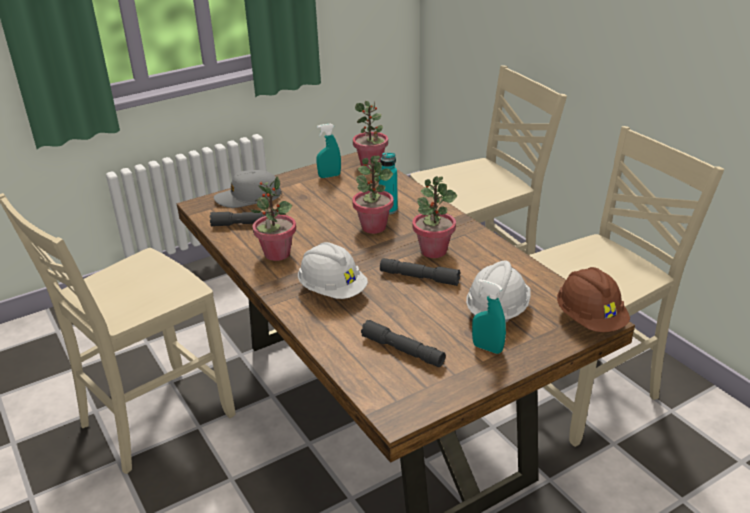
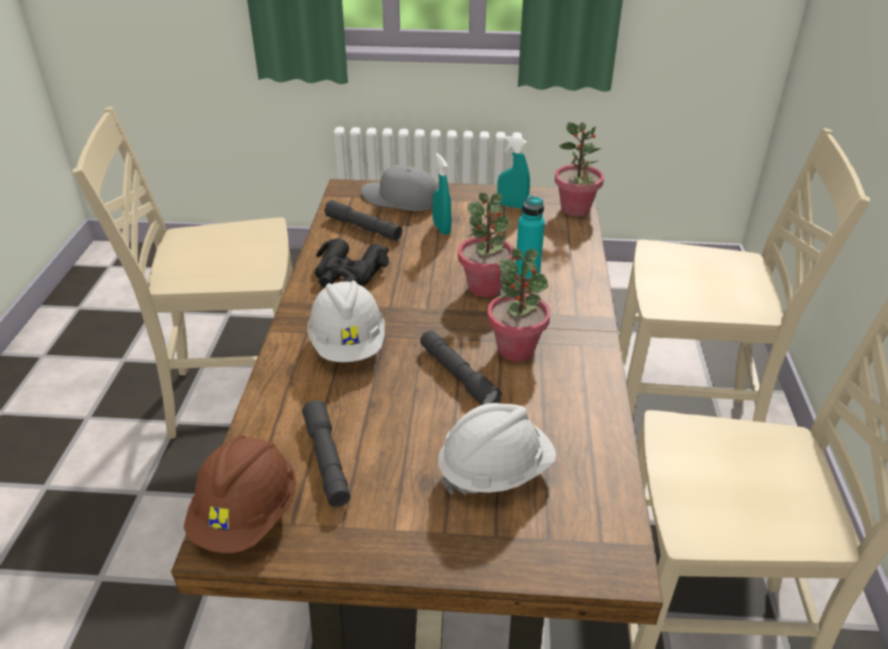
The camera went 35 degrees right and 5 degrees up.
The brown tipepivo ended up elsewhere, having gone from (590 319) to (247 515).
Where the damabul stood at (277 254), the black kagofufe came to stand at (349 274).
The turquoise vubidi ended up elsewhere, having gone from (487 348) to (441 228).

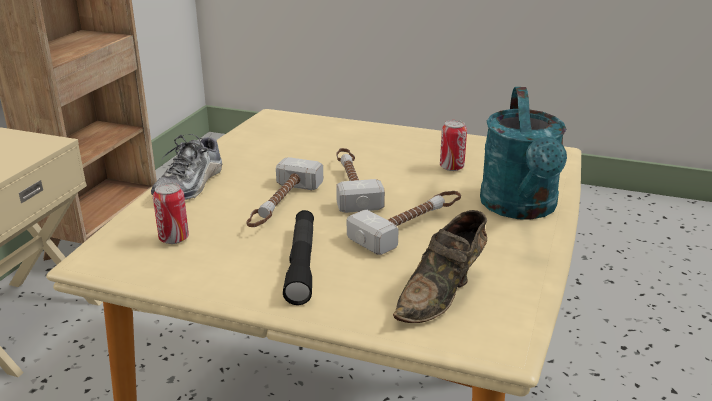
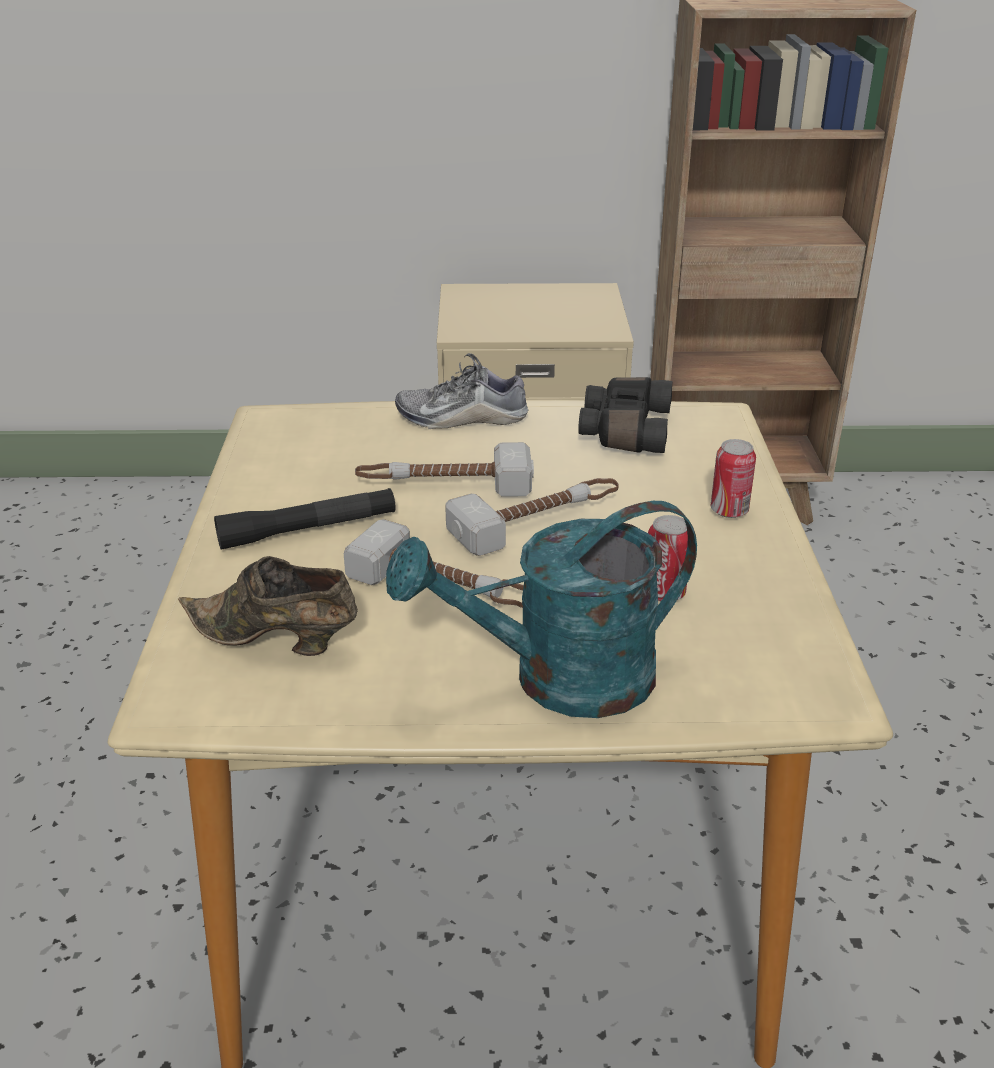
The camera went 70 degrees right and 5 degrees up.
The second view gained the black kagofufe at (623 431).
The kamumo ended up elsewhere, having gone from (174 239) to (729 511).

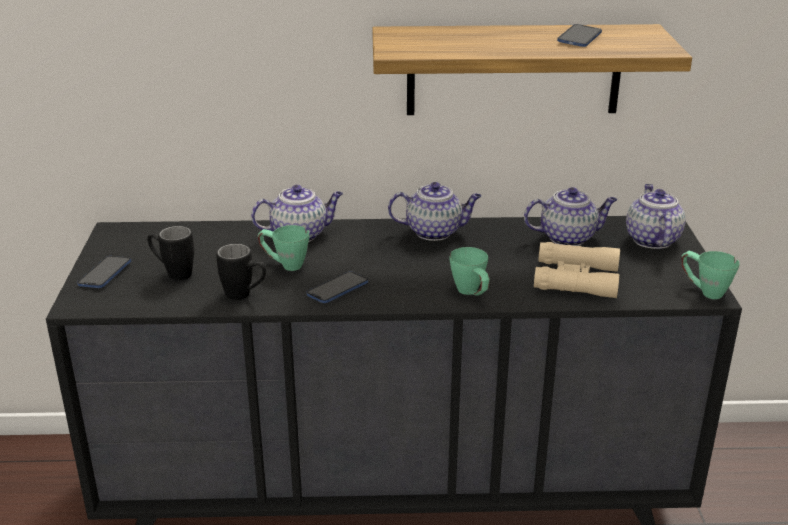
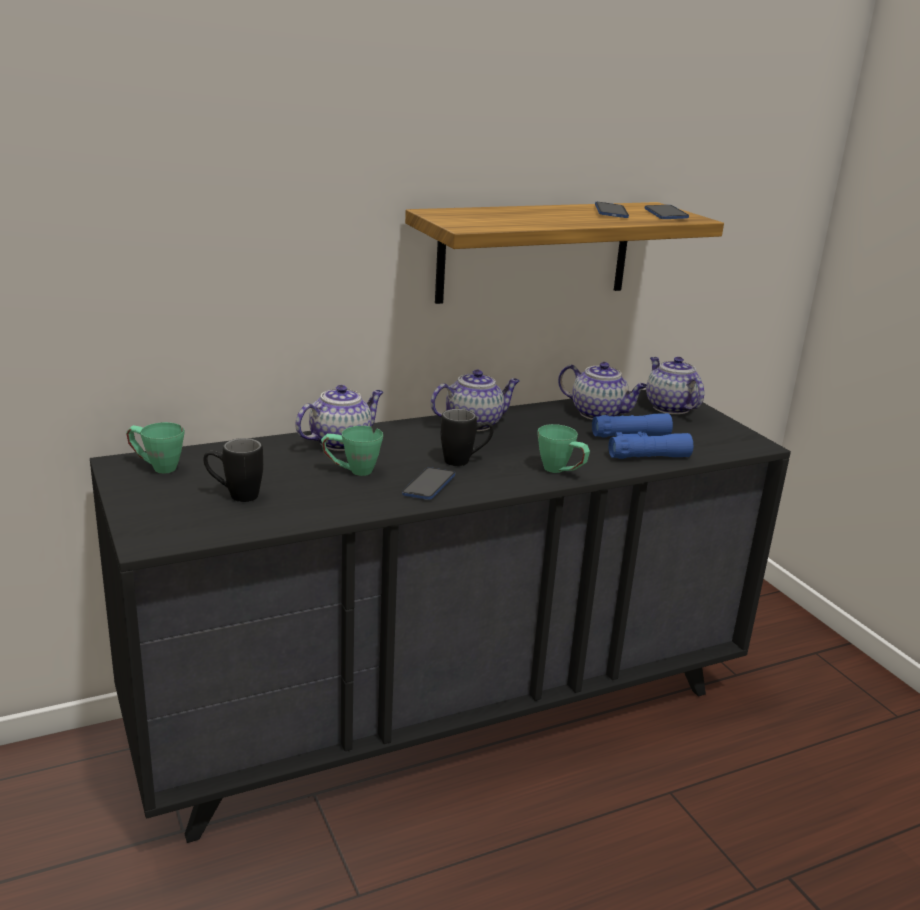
The camera went 25 degrees left and 5 degrees down.
The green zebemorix ended up elsewhere, having gone from (703 291) to (156 467).
The black zebemorix ended up elsewhere, having gone from (245 295) to (465 461).
The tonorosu at (568 237) ended up facing another way, 60 degrees clockwise from before.
What was the beige kagofufe at (576 278) turned into the blue kagofufe at (639 446).
The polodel ended up elsewhere, having gone from (105 273) to (665 214).

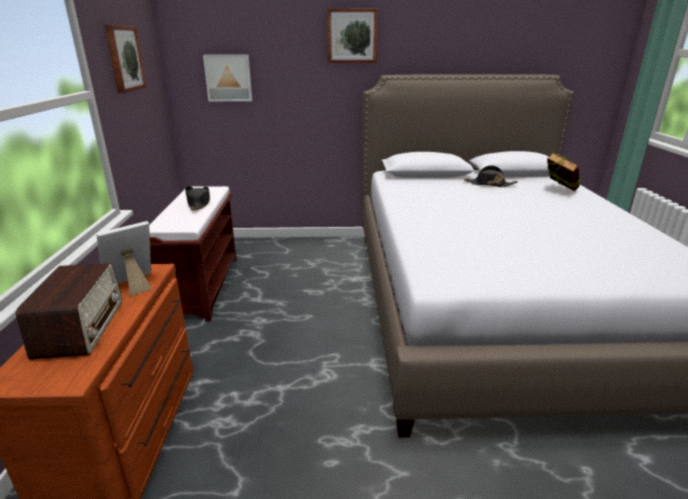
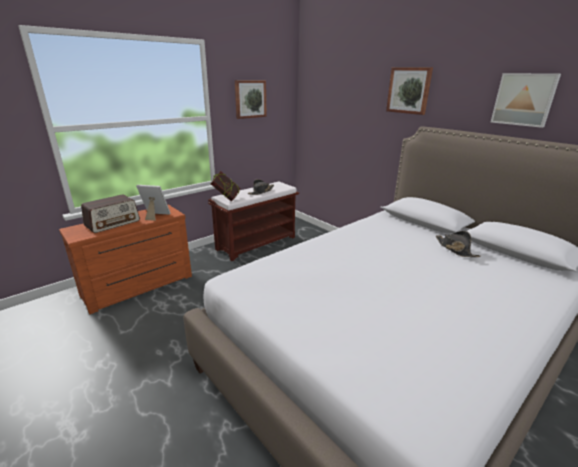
The camera went 50 degrees right and 0 degrees up.
The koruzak ended up elsewhere, having gone from (559 191) to (226 198).
The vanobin ended up elsewhere, having gone from (228 78) to (524 99).

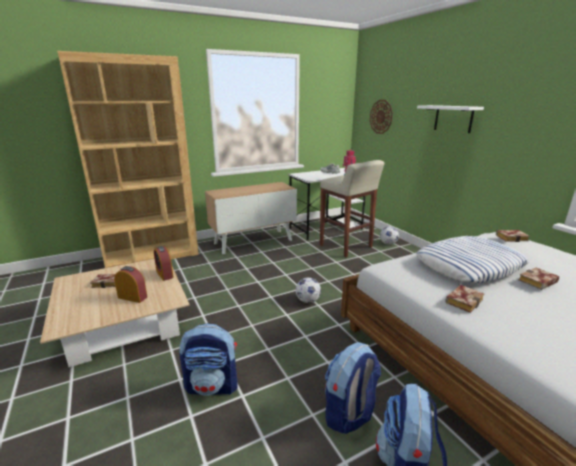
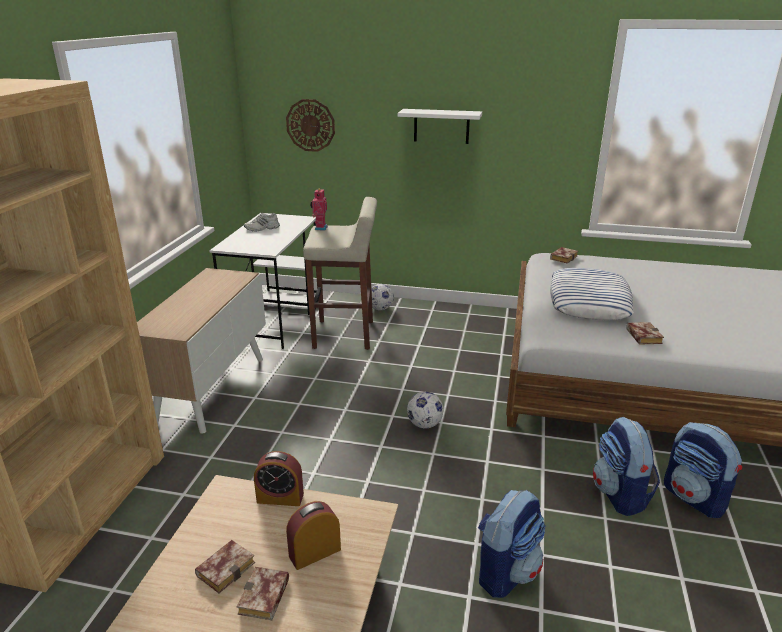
The camera went 50 degrees left and 5 degrees up.
The koruzak ended up elsewhere, having gone from (538 282) to (265 599).

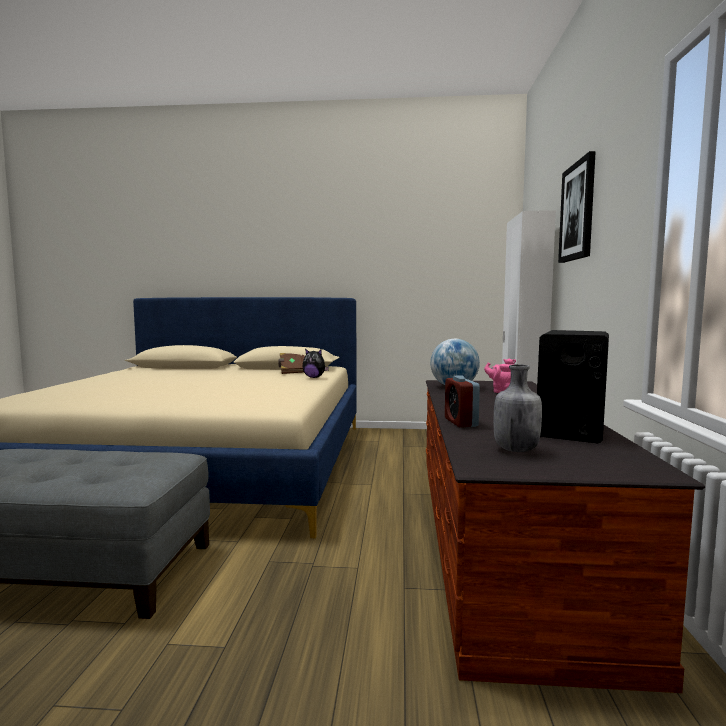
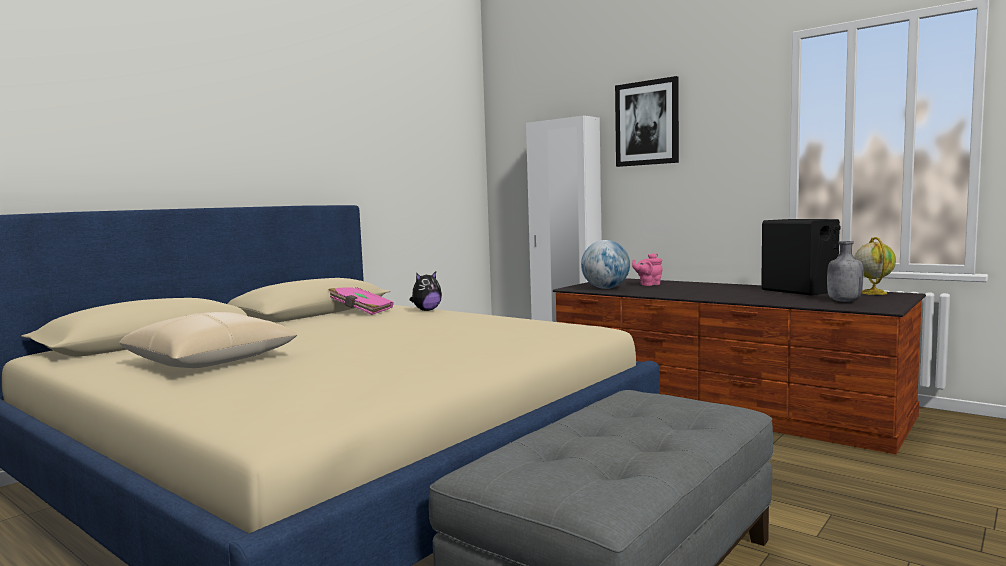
The camera went 55 degrees left and 0 degrees up.
The second view gained the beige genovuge at (210 360).
What was the brown koruzak at (292 371) turned into the pink koruzak at (361 311).
The second view gained the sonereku at (873 293).
The second view lost the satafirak at (461 422).

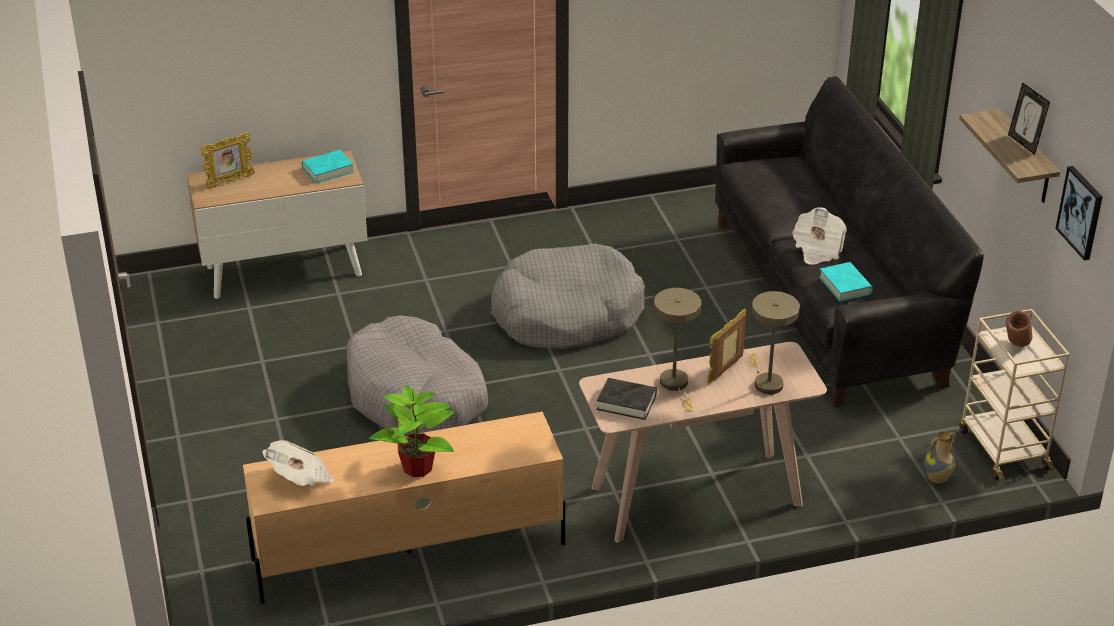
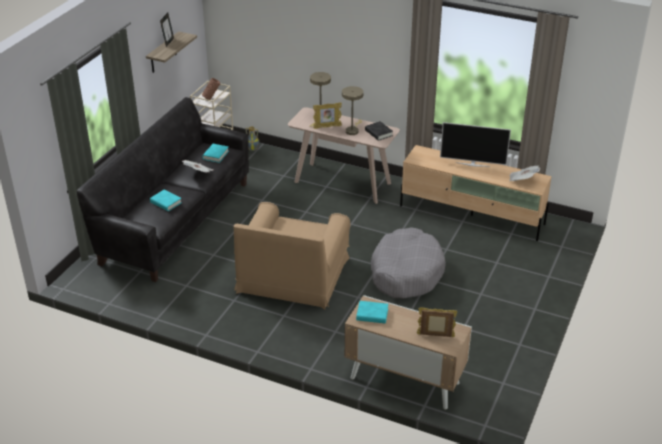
The camera went 140 degrees left and 0 degrees up.
The second view gained the turquoise koruzak at (166 203).
Where the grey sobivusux stood at (566 314), the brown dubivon came to stand at (292 275).
Where the damabul stood at (418 467), the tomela came to stand at (472 164).
The second view lost the vanobin at (1081 212).

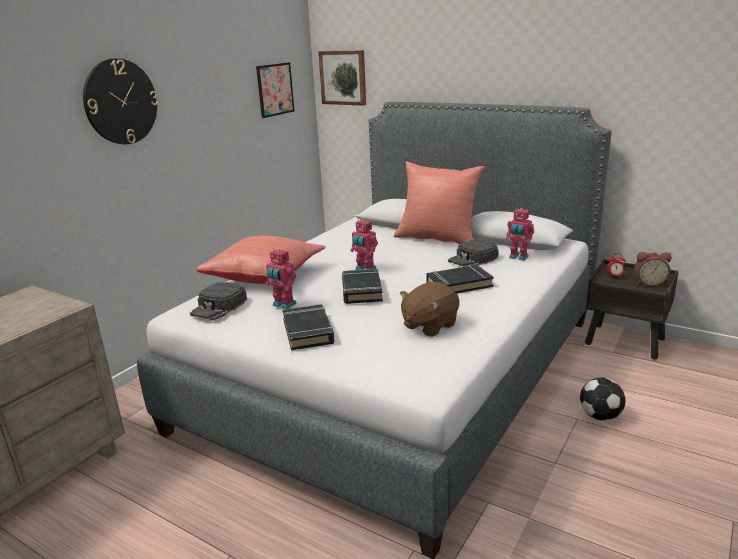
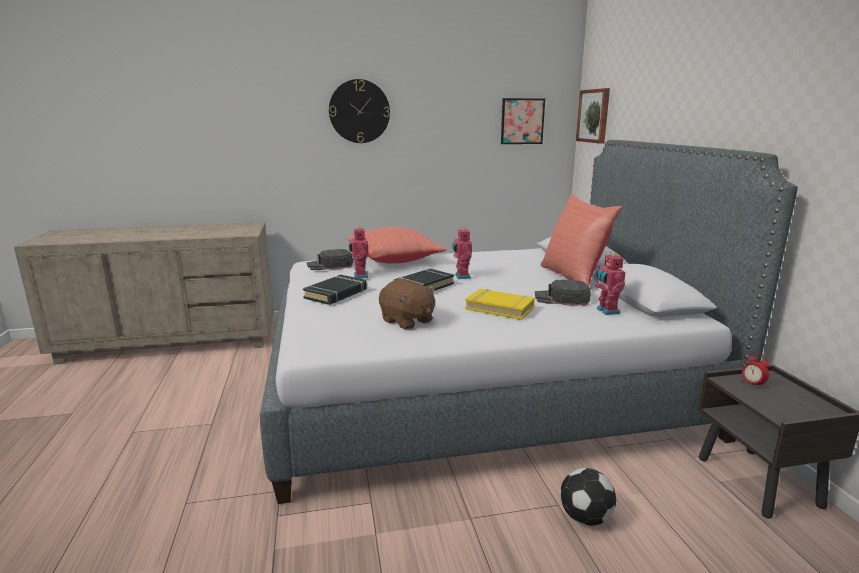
The camera went 45 degrees right and 5 degrees down.
The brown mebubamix at (429 325) ended up facing another way, 135 degrees counterclockwise from before.
What was the black koruzak at (459 284) turned into the yellow koruzak at (499 308).
The second view lost the satafirak at (649 282).

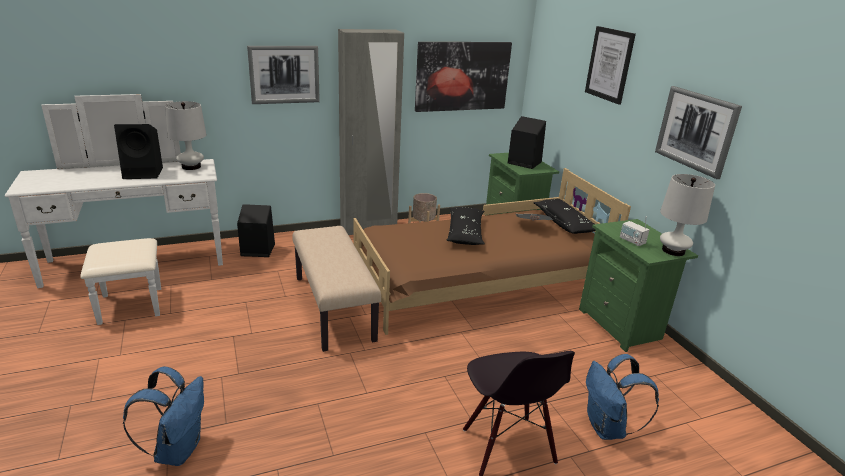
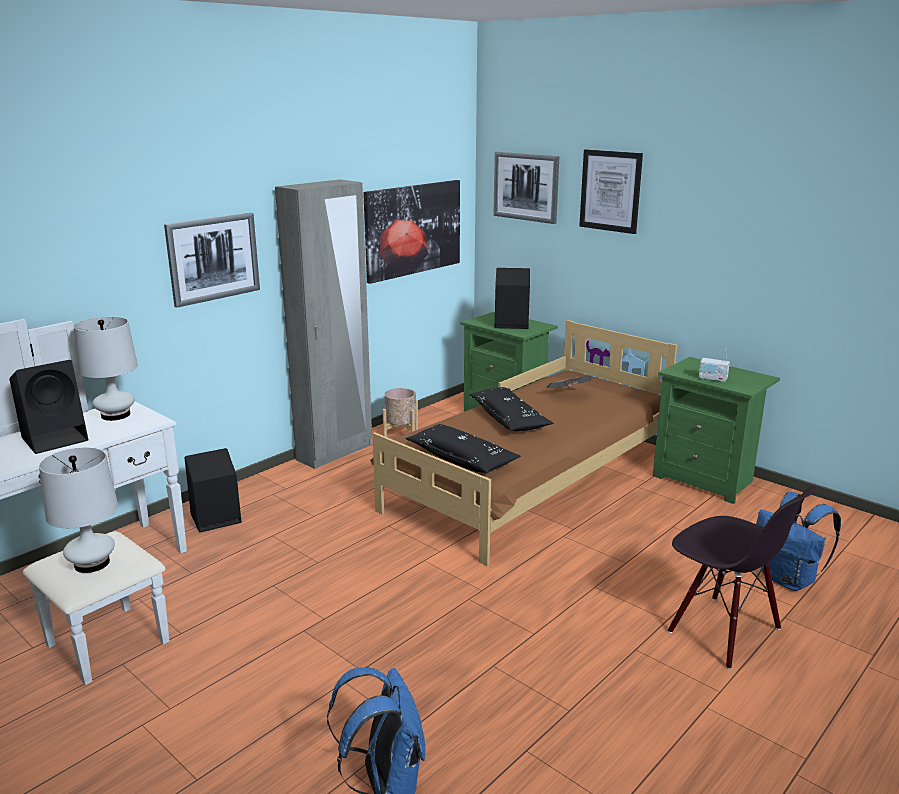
The camera went 25 degrees left and 5 degrees down.
The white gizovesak ended up elsewhere, having gone from (673 251) to (92 563).
The black genovuge ended up elsewhere, having gone from (564 223) to (462 459).
The vanobin ended up elsewhere, having gone from (696 130) to (526 187).
The second view lost the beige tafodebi at (334 308).

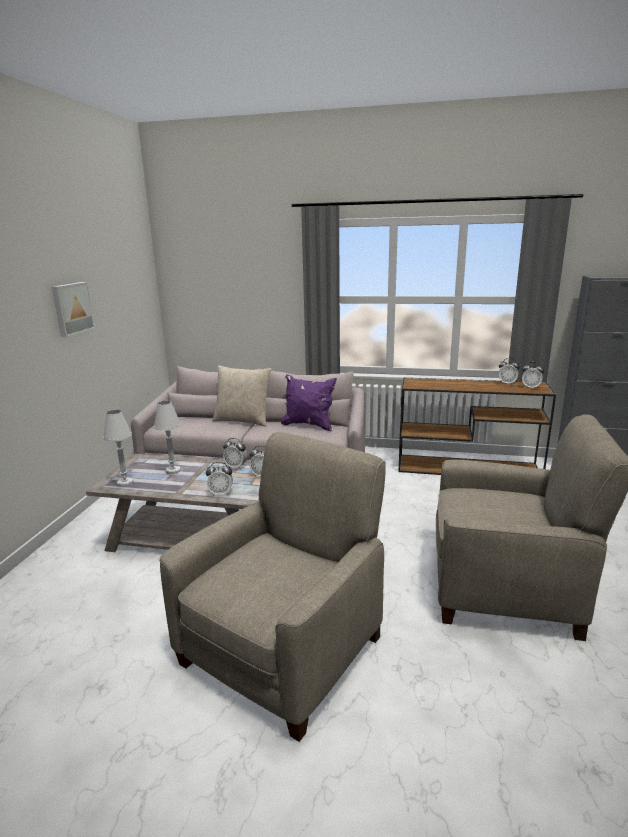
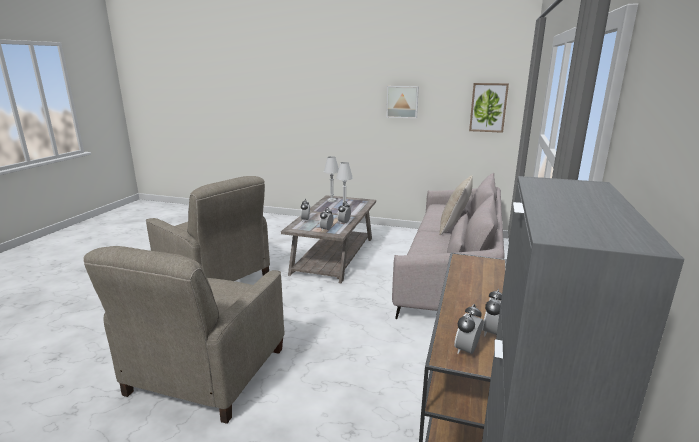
The camera went 95 degrees right and 0 degrees up.
The second view gained the vanobin at (488 107).
The second view lost the purple genovuge at (308 425).

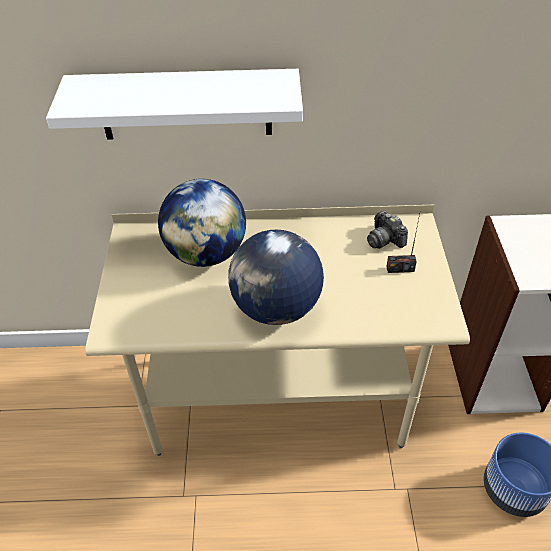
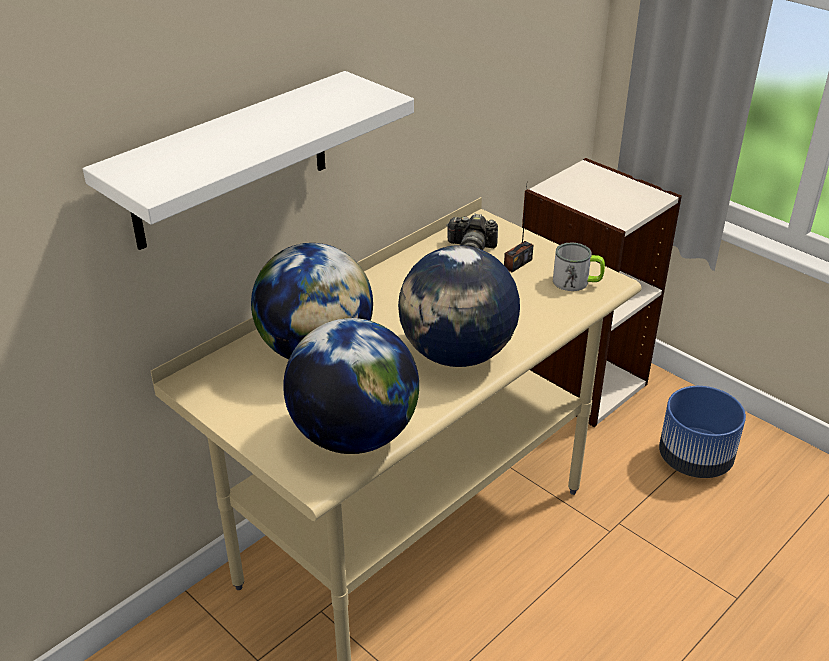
The camera went 45 degrees left and 10 degrees down.
The second view gained the sonereku at (354 435).
The second view gained the zebemorix at (577 282).

